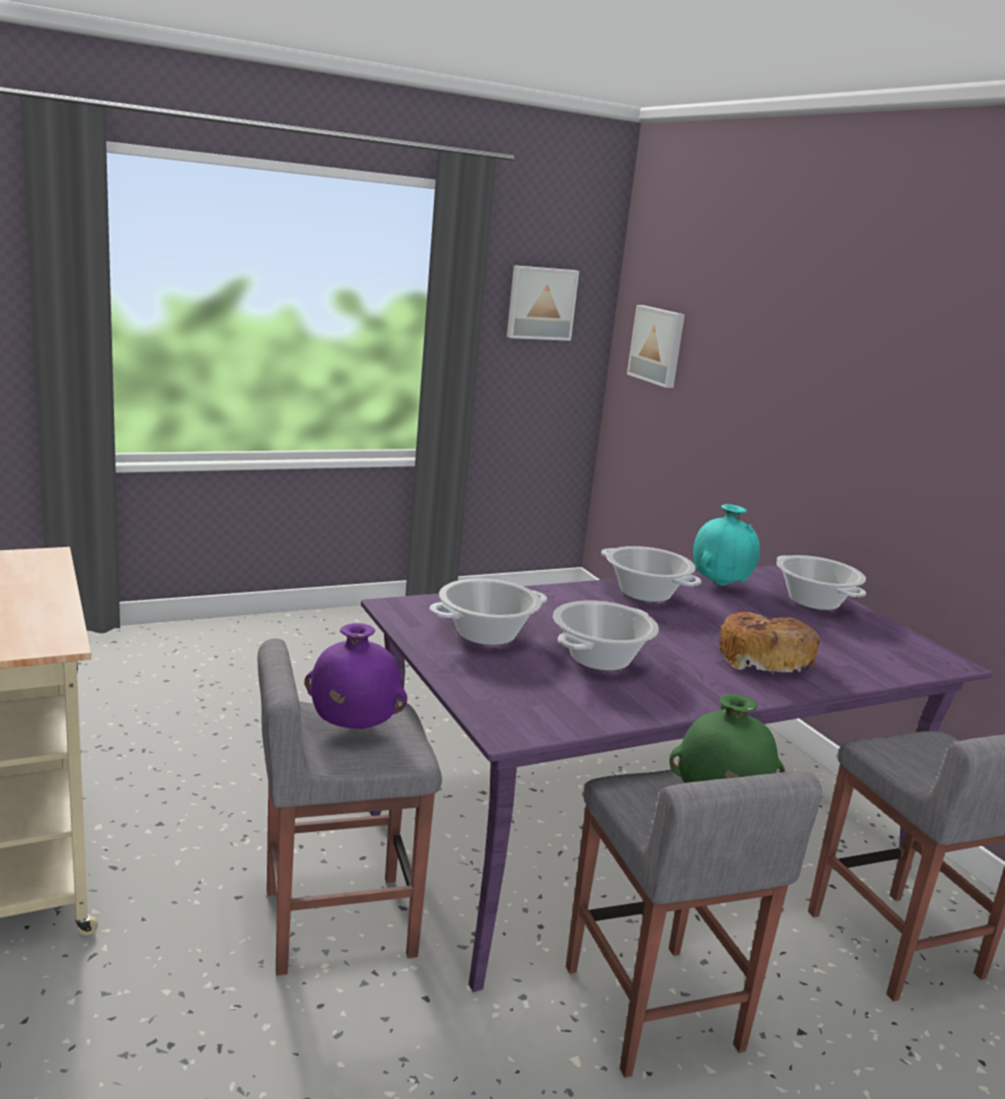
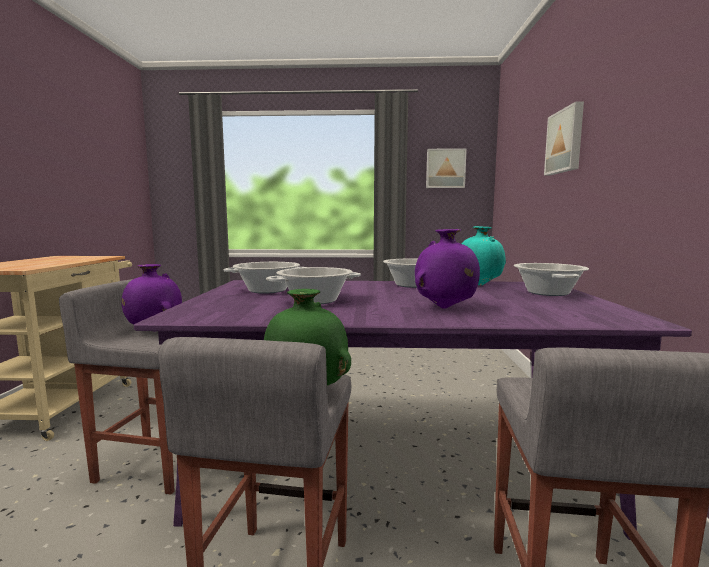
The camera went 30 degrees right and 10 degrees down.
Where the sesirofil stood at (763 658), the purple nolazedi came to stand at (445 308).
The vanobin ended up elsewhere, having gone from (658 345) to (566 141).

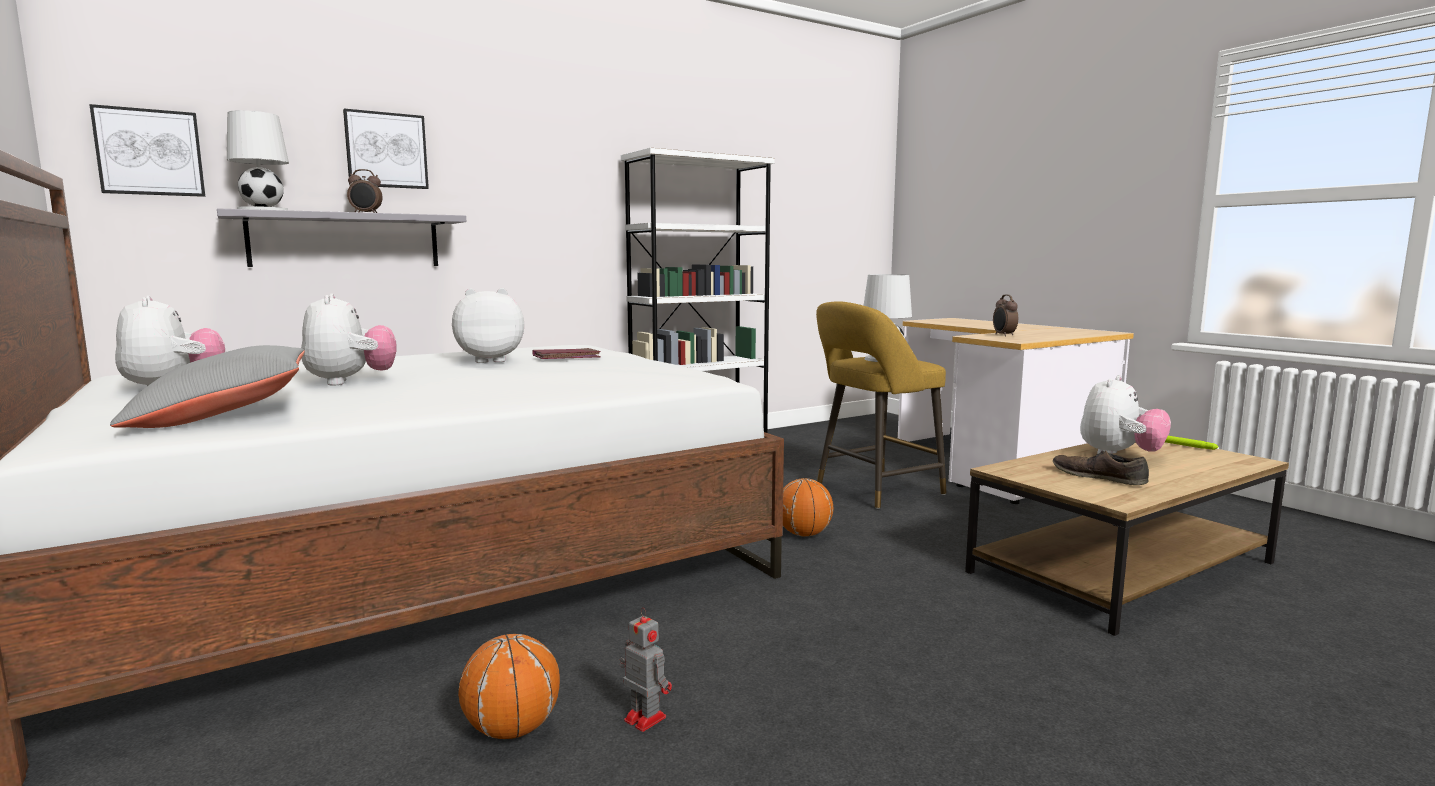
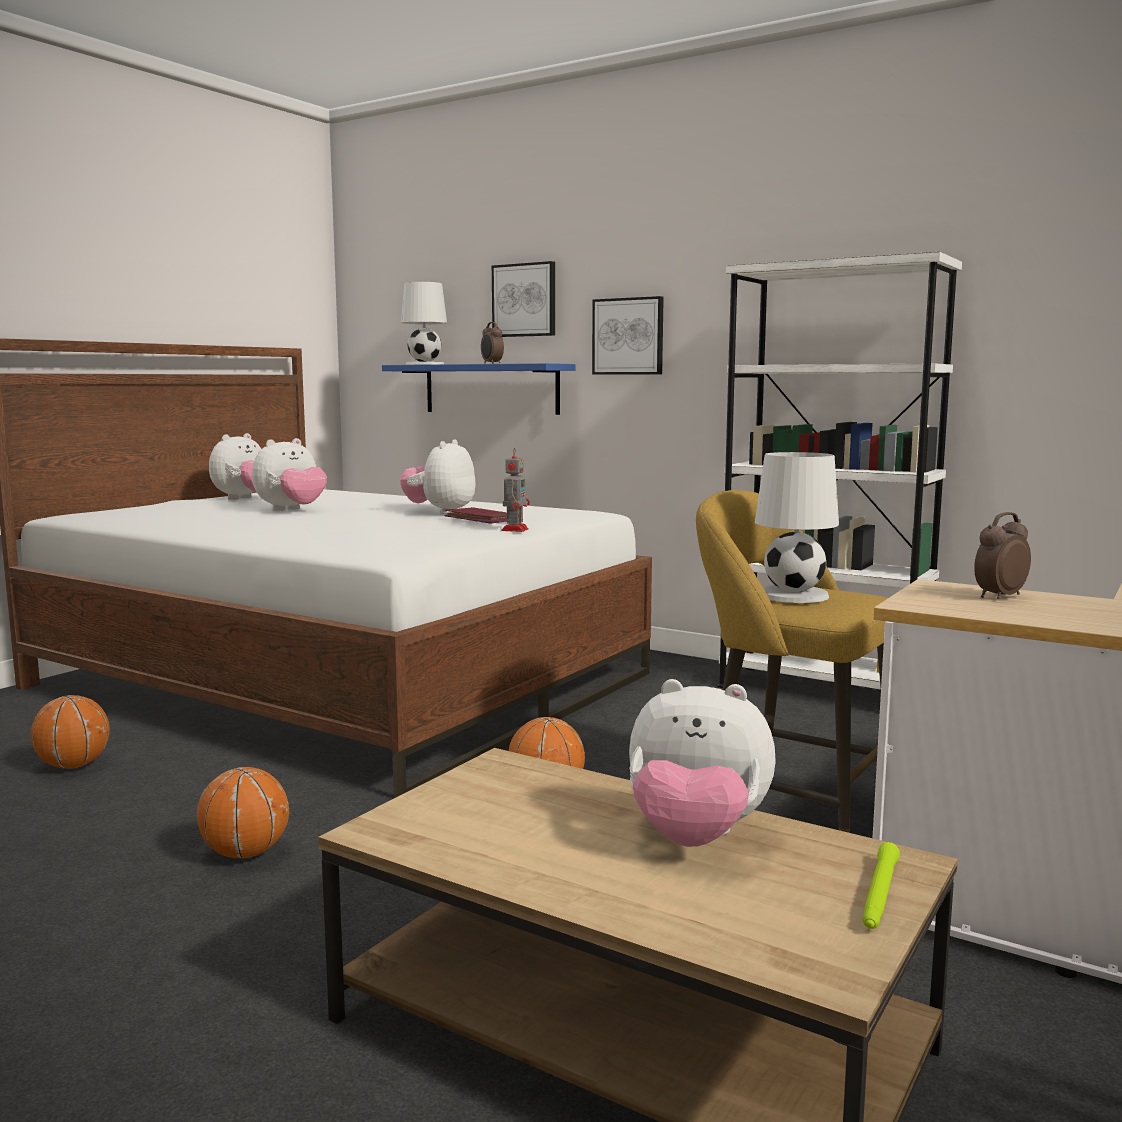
The camera went 65 degrees right and 0 degrees up.
The second view gained the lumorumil at (245 853).
What was the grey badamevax at (346 240) turned into the blue badamevax at (491 389).
The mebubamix at (490 360) ended up facing another way, 120 degrees counterclockwise from before.
The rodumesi ended up elsewhere, having gone from (643 718) to (515 529).
The vanobin ended up elsewhere, having gone from (150 152) to (628 336).
The second view lost the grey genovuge at (223 415).
The second view lost the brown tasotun at (1098 477).

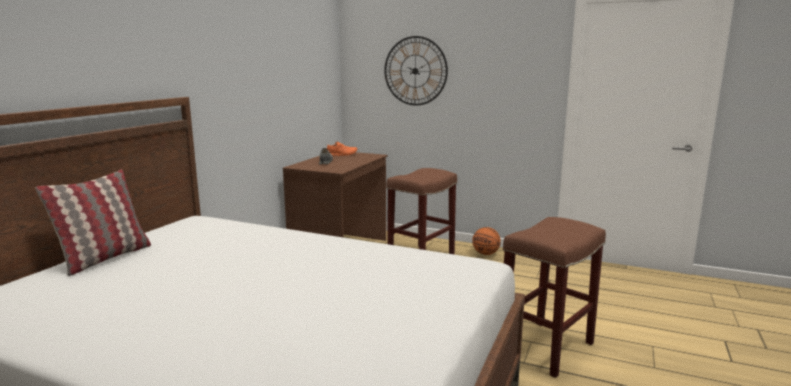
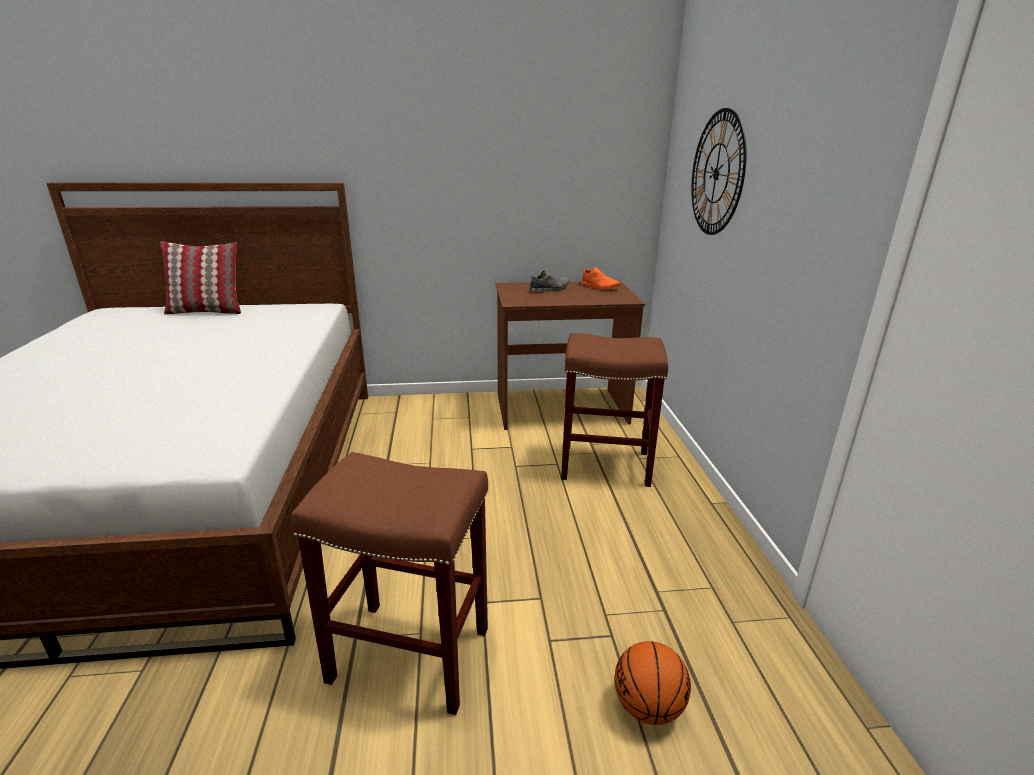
The camera went 60 degrees right and 10 degrees up.
The lumorumil ended up elsewhere, having gone from (485 254) to (648 706).

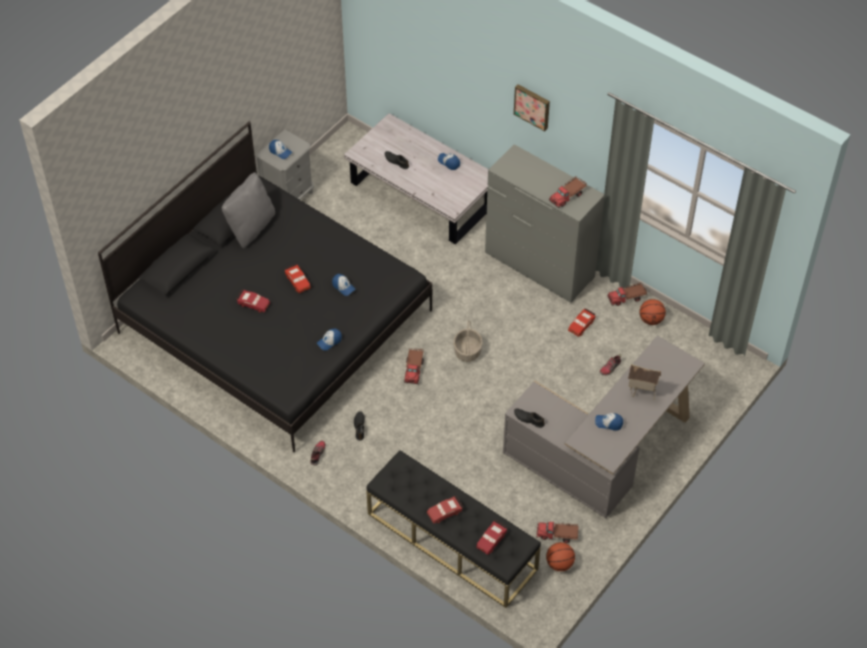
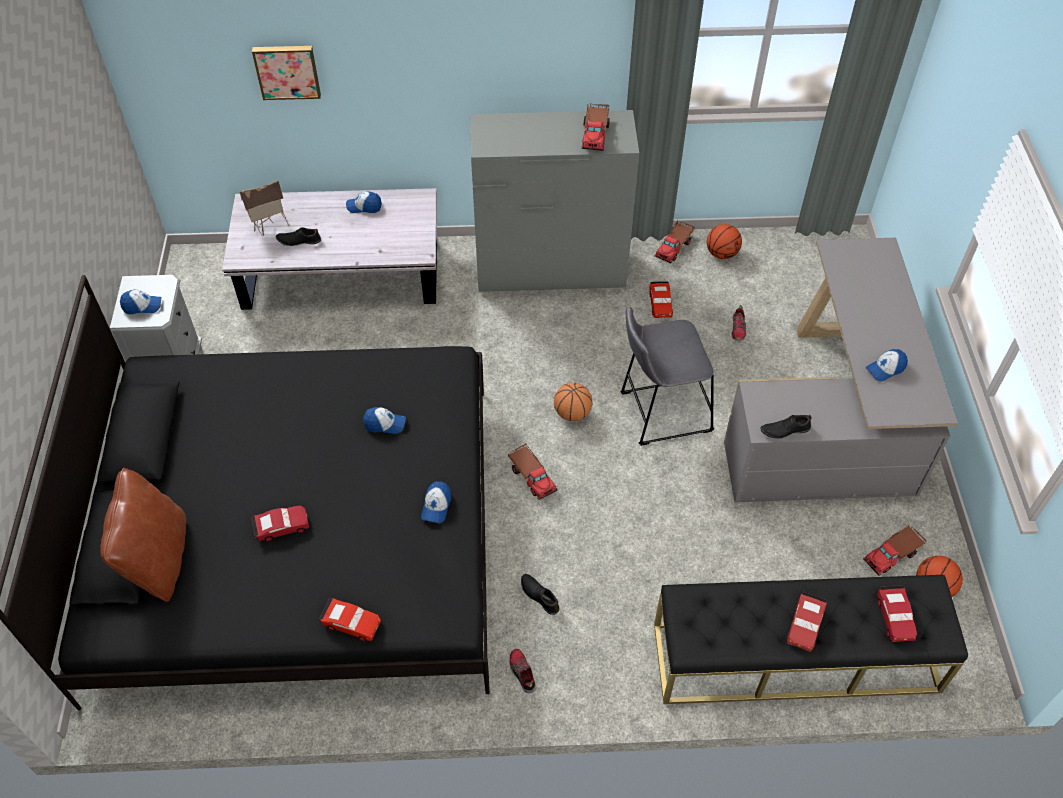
The camera went 40 degrees left and 0 degrees up.
The second view gained the brown genovuge at (159 559).
The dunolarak ended up elsewhere, having gone from (641 394) to (270 228).
The vanobin ended up elsewhere, having gone from (532 106) to (287 71).
The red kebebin ended up elsewhere, having gone from (298 281) to (351 623).
Where the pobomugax stood at (467 351), the lumorumil came to stand at (572 413).
The second view gained the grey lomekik at (660 412).
The second view lost the grey genovuge at (251 227).

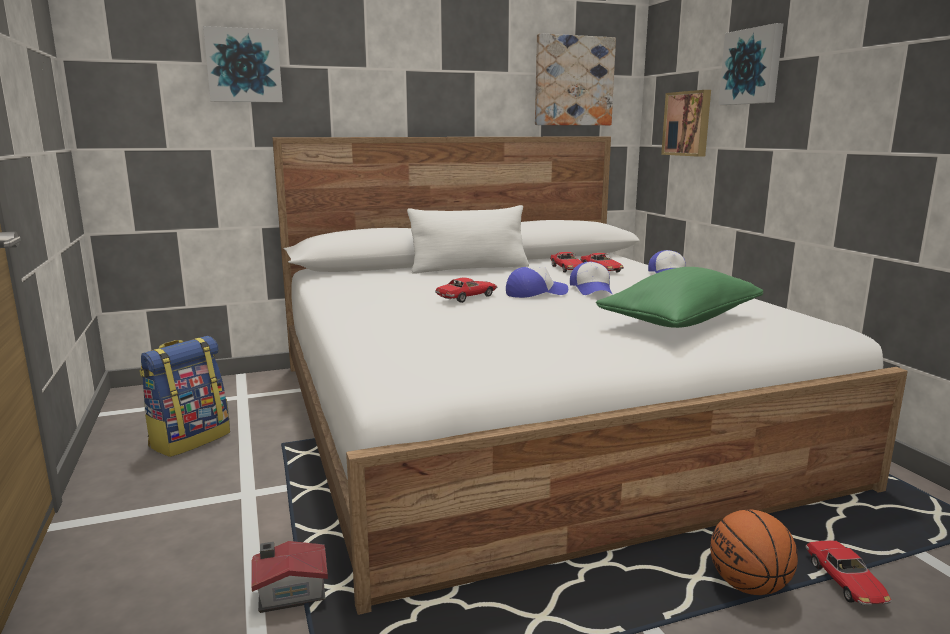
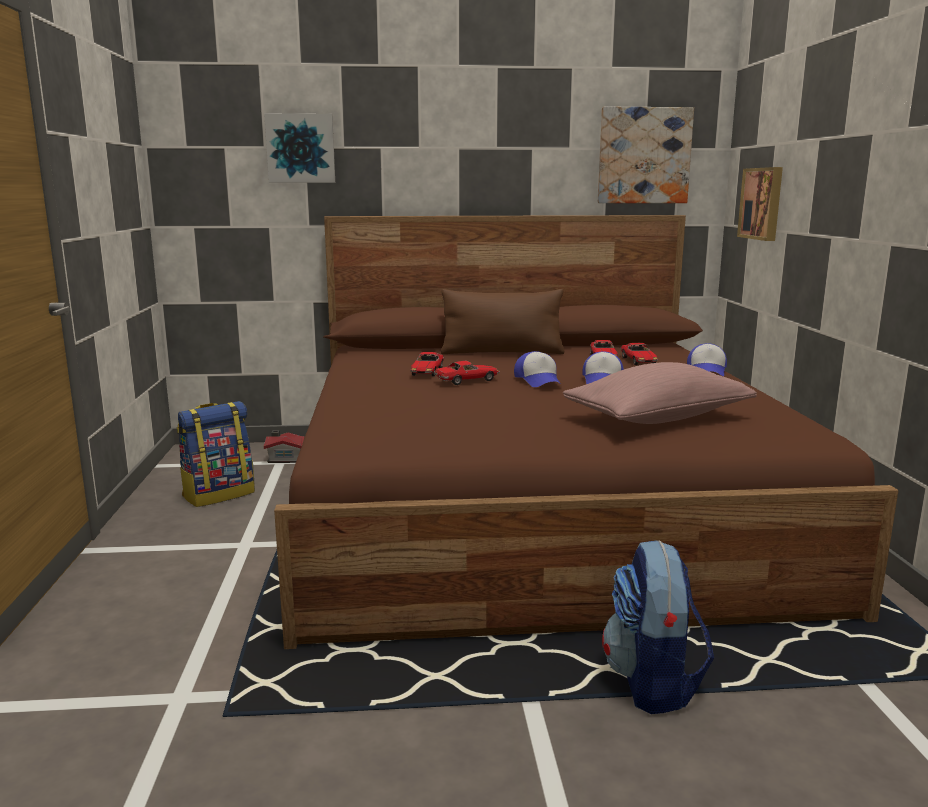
The camera went 15 degrees right and 0 degrees up.
The dunolarak ended up elsewhere, having gone from (290 592) to (286 458).
What was the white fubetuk at (526 417) turned into the brown fubetuk at (535 507).
The kebebin ended up elsewhere, having gone from (845 582) to (427 372).
What was the white genovuge at (469 269) turned into the brown genovuge at (502 352).
The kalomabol at (535 293) ended up facing another way, 75 degrees clockwise from before.
What was the green genovuge at (680 322) turned into the pink genovuge at (657 419).
Where the lumorumil stood at (749 586), the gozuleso came to stand at (653 683).
The second view lost the vanobin at (752 66).

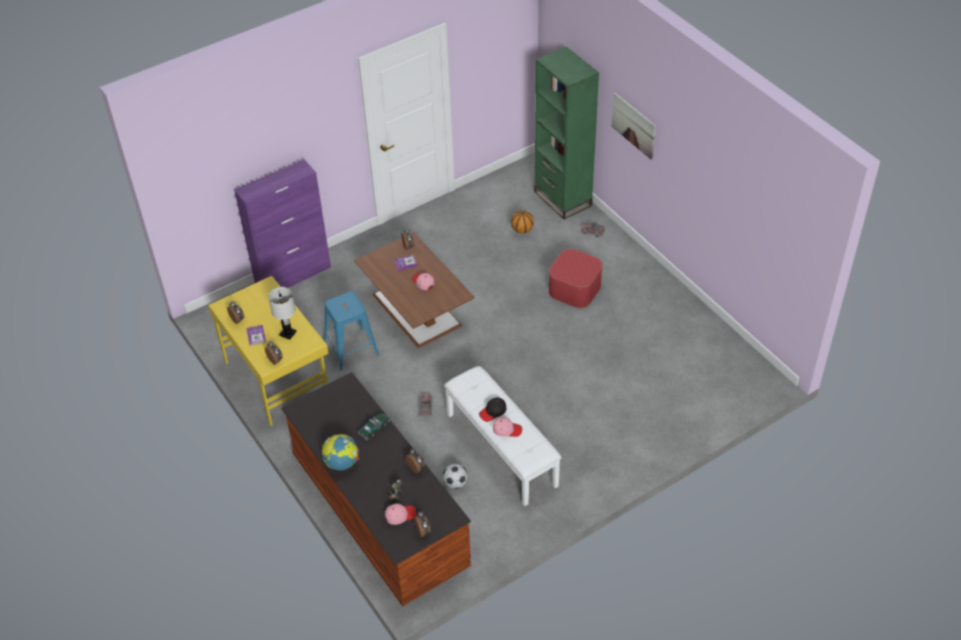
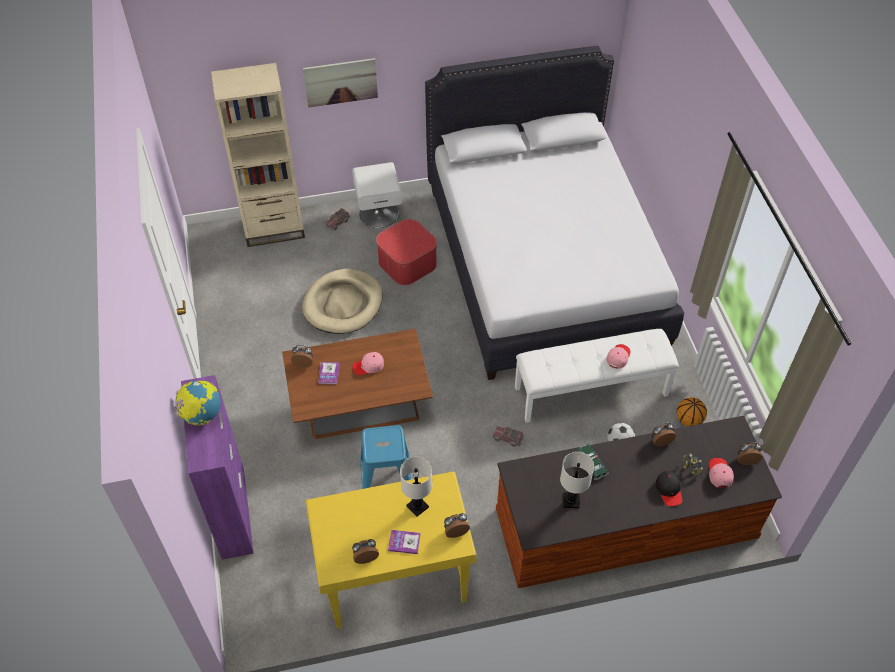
The camera went 70 degrees left and 5 degrees up.
The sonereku ended up elsewhere, having gone from (342 463) to (202 415).
What was the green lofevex at (562 198) turned into the beige lofevex at (274 228).
The second view gained the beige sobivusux at (343 304).
The second view gained the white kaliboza at (379 213).
The second view gained the white fubetuk at (543 264).
The second view gained the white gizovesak at (571 501).
The black kalomabol ended up elsewhere, having gone from (493 412) to (669 490).
The lumorumil ended up elsewhere, having gone from (522 230) to (688 420).

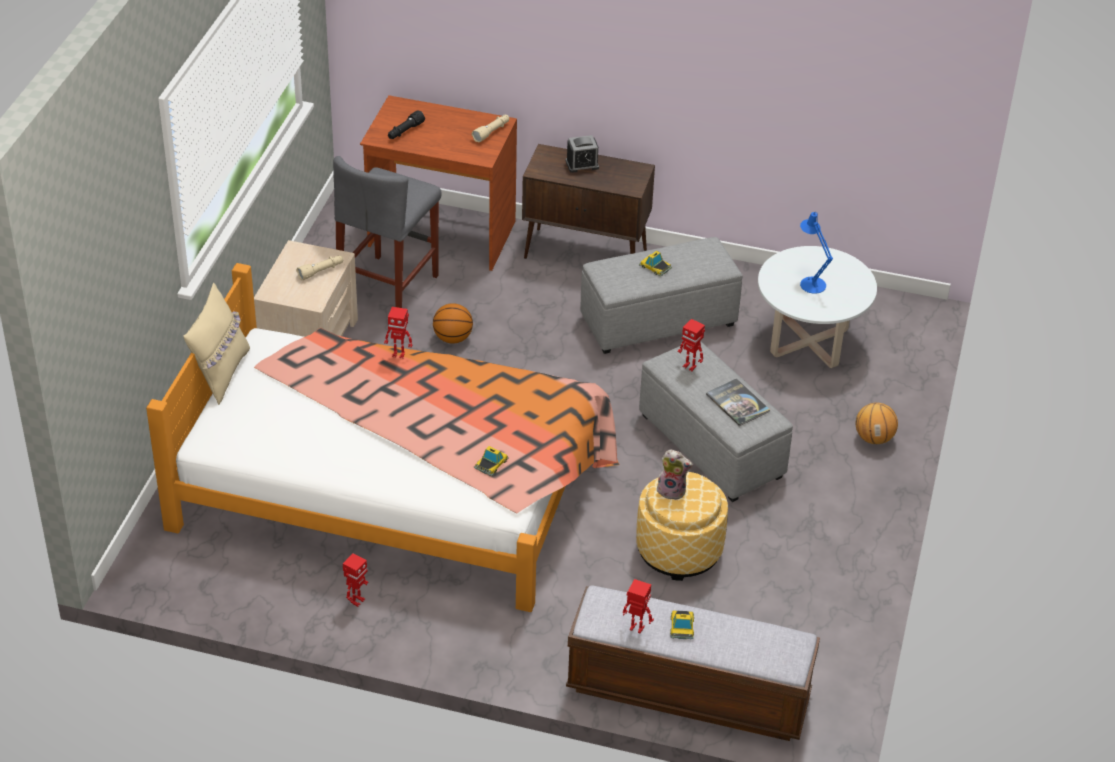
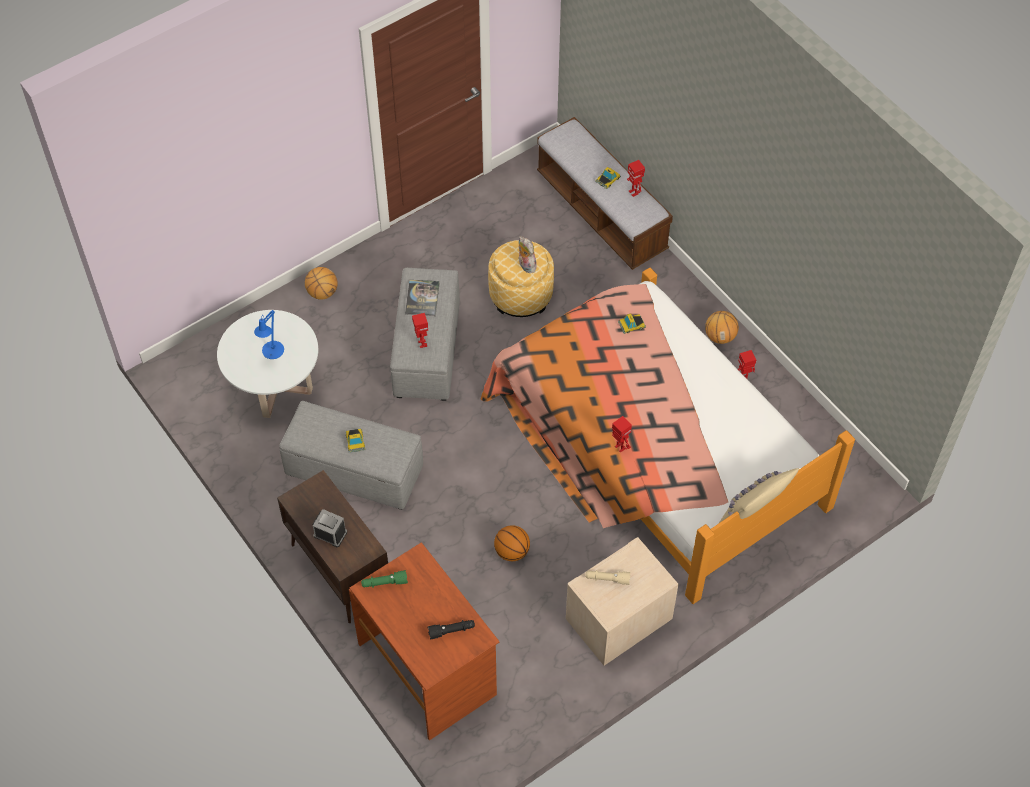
The camera went 140 degrees left and 15 degrees up.
What was the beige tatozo at (491 132) turned into the green tatozo at (384 583).
The second view gained the lumorumil at (720 336).
The second view lost the grey lomekik at (388 288).

